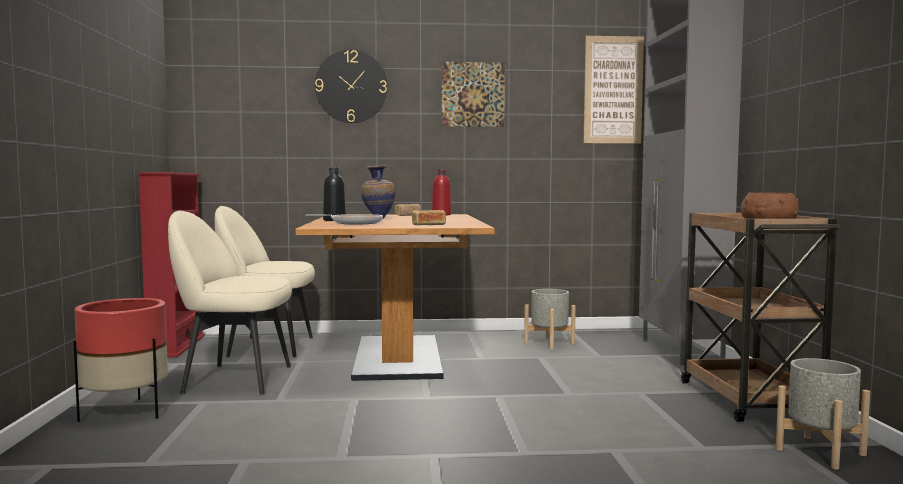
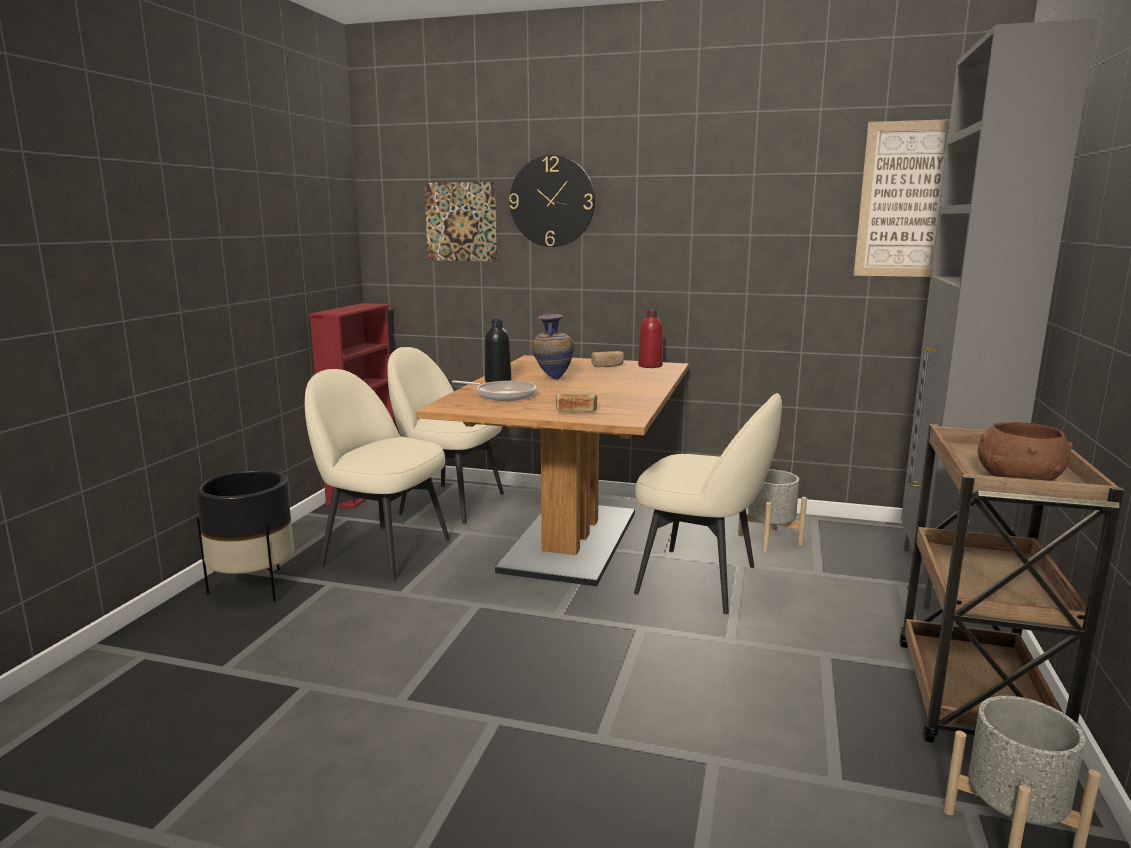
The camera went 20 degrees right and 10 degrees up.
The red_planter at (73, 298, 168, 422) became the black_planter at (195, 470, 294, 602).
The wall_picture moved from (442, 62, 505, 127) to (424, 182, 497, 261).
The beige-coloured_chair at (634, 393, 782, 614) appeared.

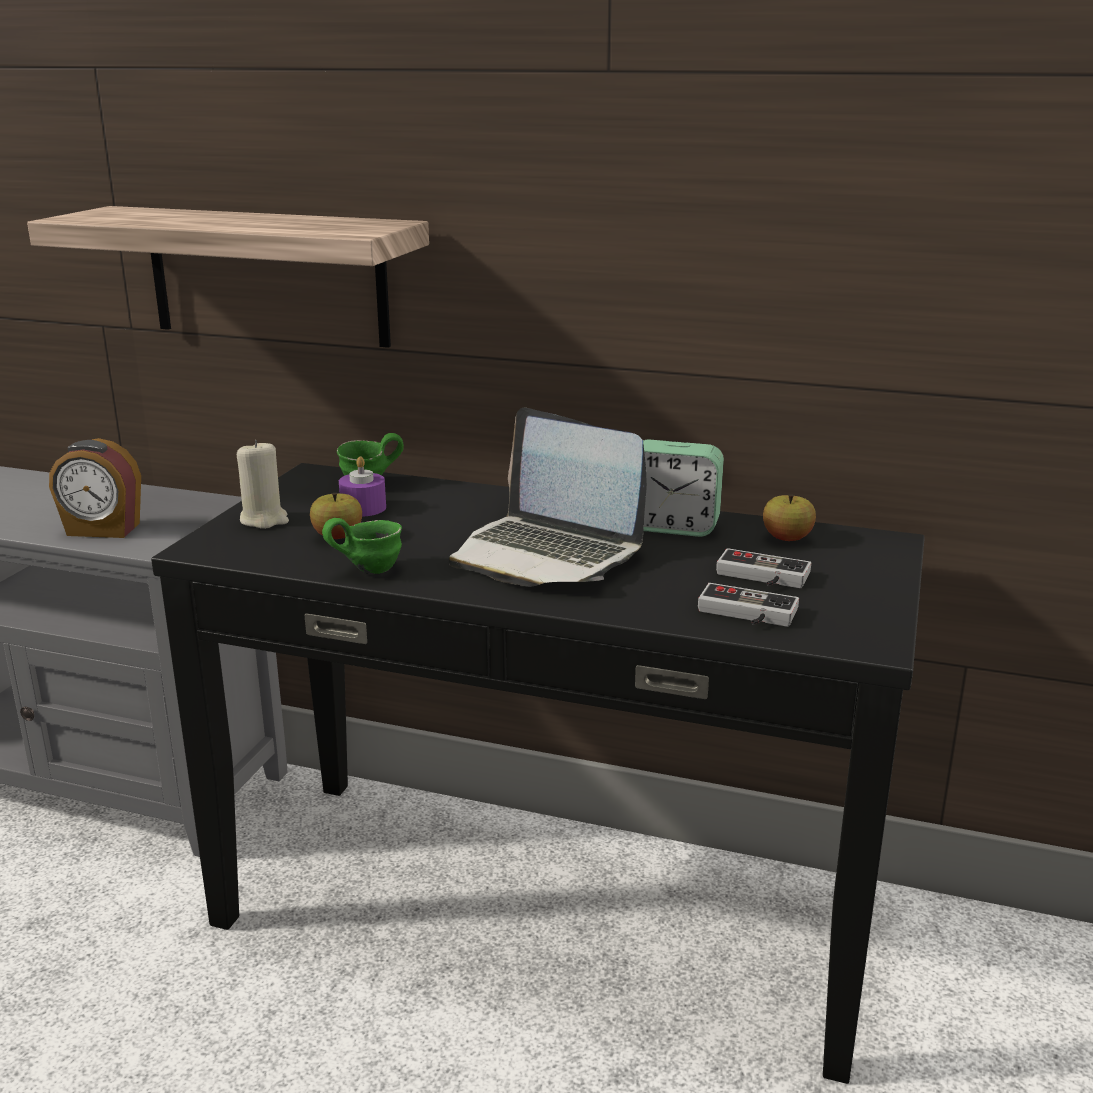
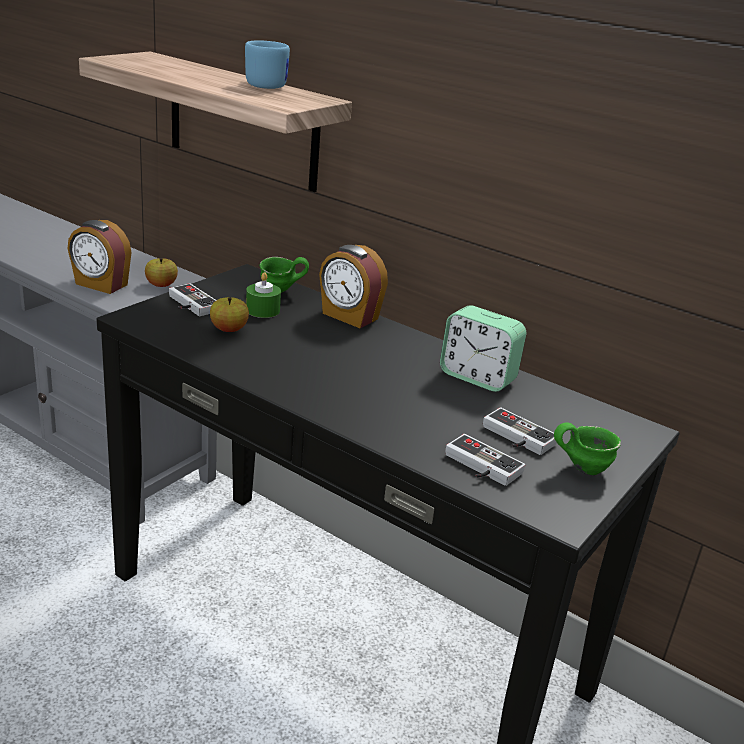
The camera went 15 degrees right and 5 degrees up.
The apple_fruit moved from (763, 494, 816, 541) to (145, 258, 178, 287).
The beige-coloured_wax_candle at (237, 440, 289, 529) was replaced by the joypad at (169, 283, 216, 316).
The blue-coloured_mug at (245, 40, 290, 89) appeared.
The purple-coloured_wax_candle at (339, 456, 386, 517) became the greenish_wax_candle at (246, 272, 281, 318).
The alarm_clock at (319, 245, 388, 328) appeared.
The greenish_mug moved from (322, 518, 402, 574) to (554, 422, 621, 475).
The laptop at (449, 407, 647, 587) disappeared.

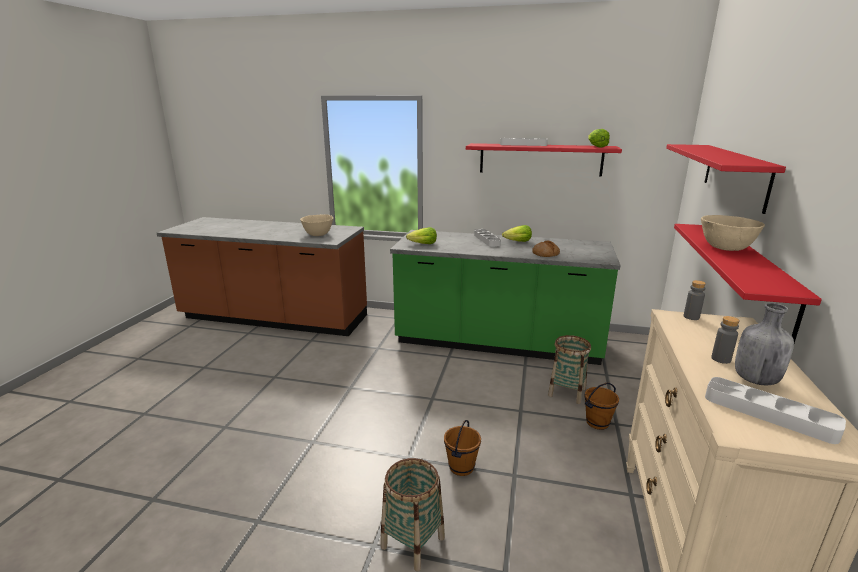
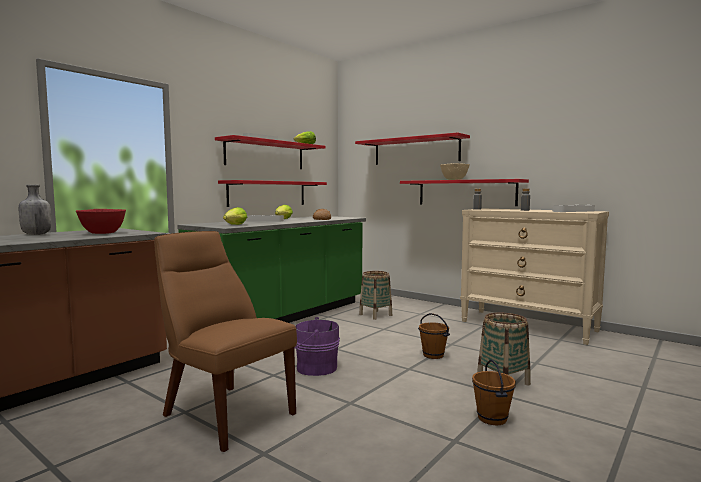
The camera went 65 degrees left and 15 degrees down.
The greyish_bottle moved from (735, 303, 794, 385) to (19, 185, 51, 235).
The beige-coloured_deep_dish at (300, 214, 334, 236) became the red_deep_dish at (76, 209, 126, 234).
The brown-coloured_chair at (154, 231, 297, 452) appeared.
The red_bracket_shelf at (218, 180, 327, 207) appeared.
The purple-coloured_water_bucket at (294, 317, 340, 376) appeared.
The brown-coloured_water_bucket moved from (584, 383, 619, 430) to (472, 360, 516, 425).

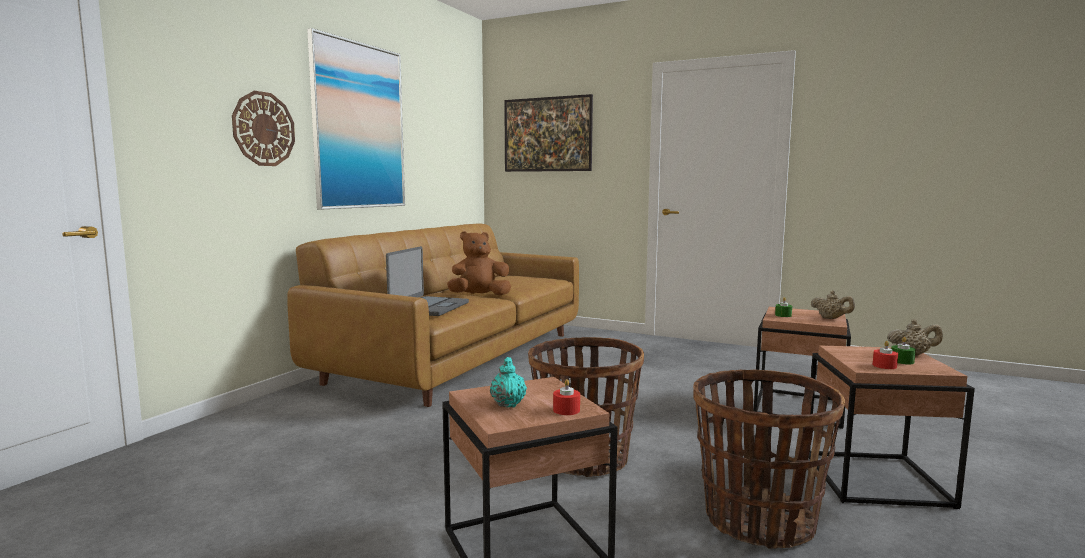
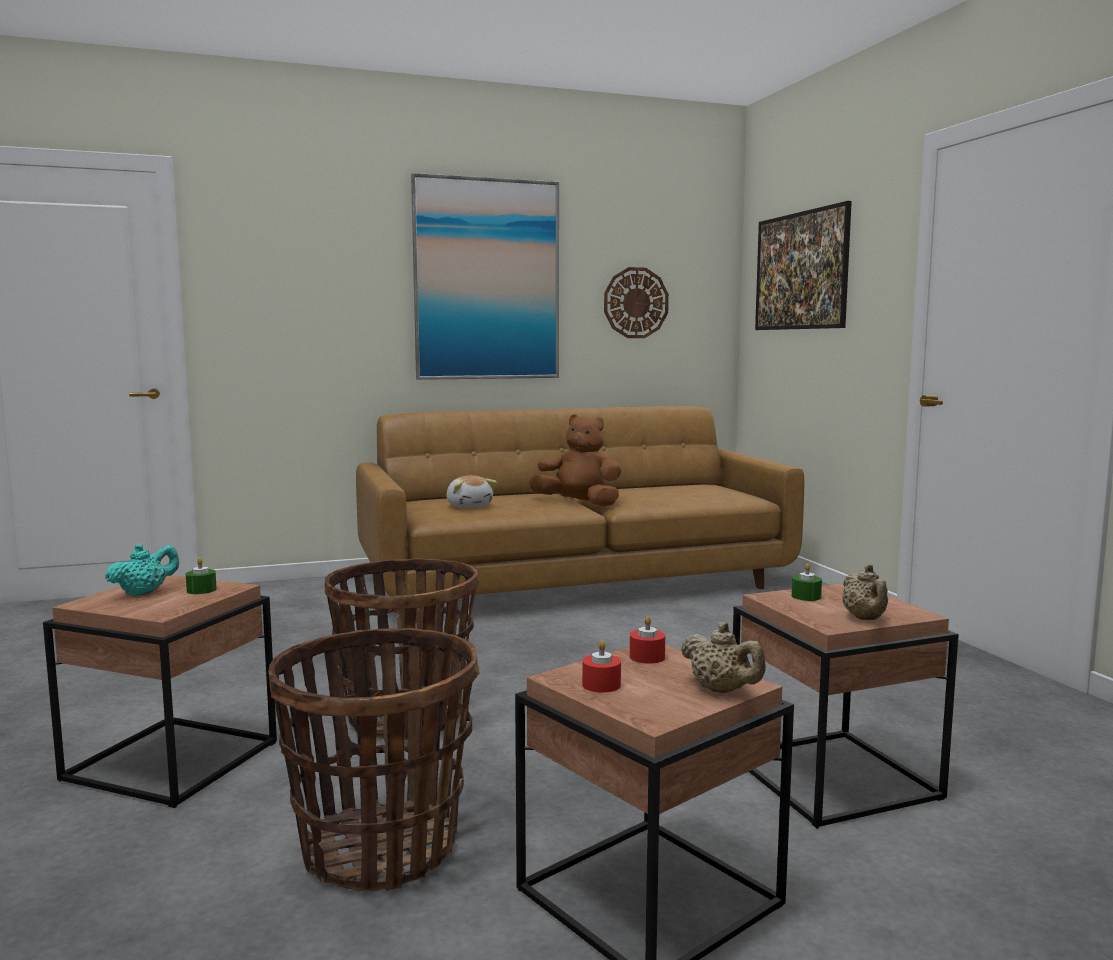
The camera went 45 degrees right and 0 degrees up.
The greenish_wax_candle moved from (891, 337, 916, 364) to (186, 558, 217, 594).
The laptop at (386, 246, 469, 316) was replaced by the plush_toy at (446, 475, 497, 508).
The wall_clock moved from (232, 91, 295, 166) to (604, 267, 669, 338).
The red_wax_candle moved from (553, 379, 580, 415) to (630, 616, 665, 664).

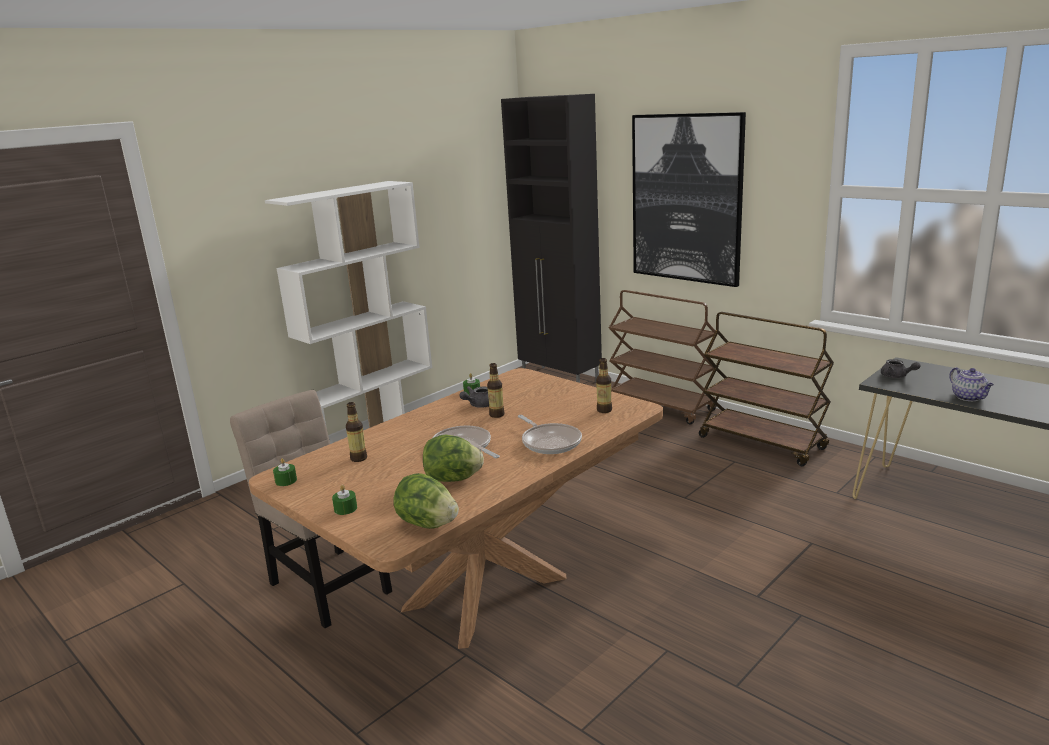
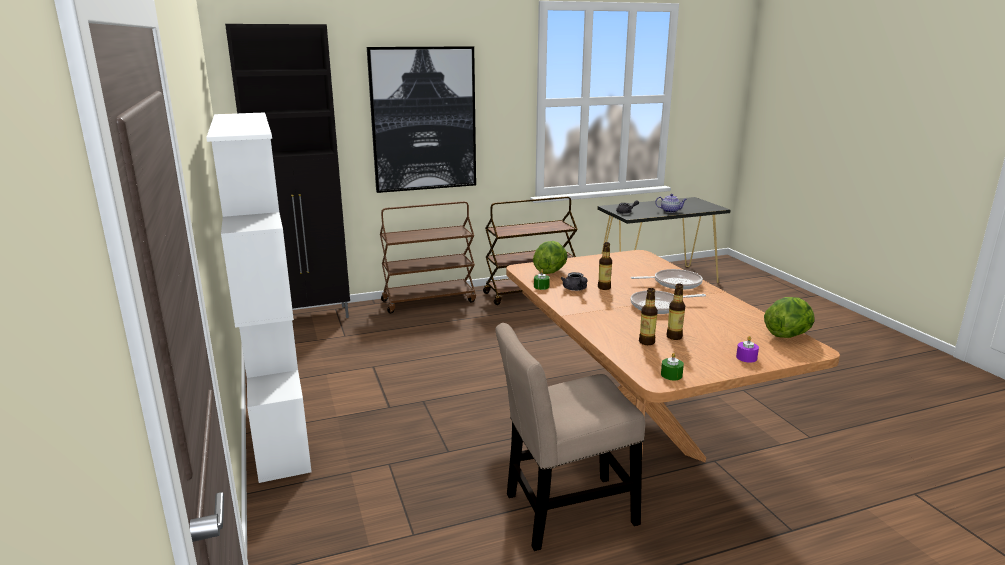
The camera went 65 degrees left and 0 degrees up.
The lettuce moved from (423, 435, 484, 482) to (533, 241, 568, 274).
The bottle moved from (596, 358, 612, 413) to (666, 283, 685, 340).
The greenish_wax_candle at (332, 485, 357, 515) became the purple-coloured_wax_candle at (736, 336, 759, 363).

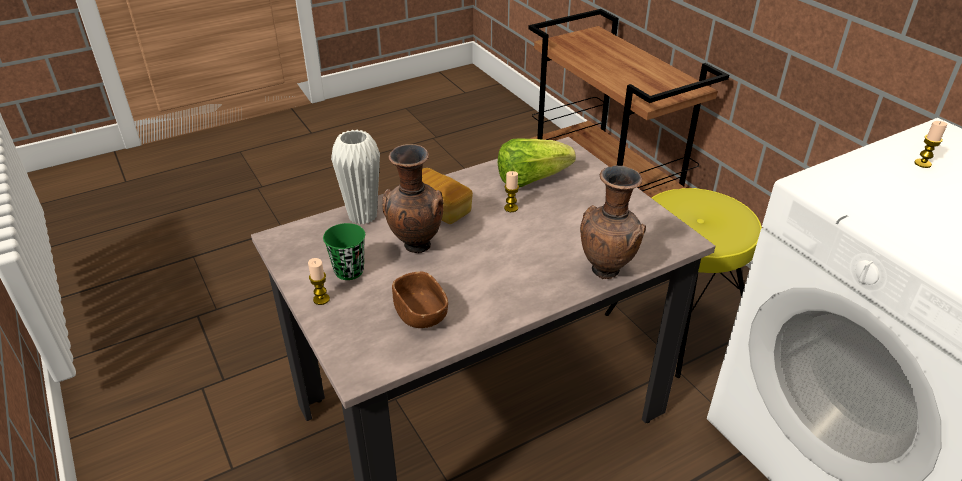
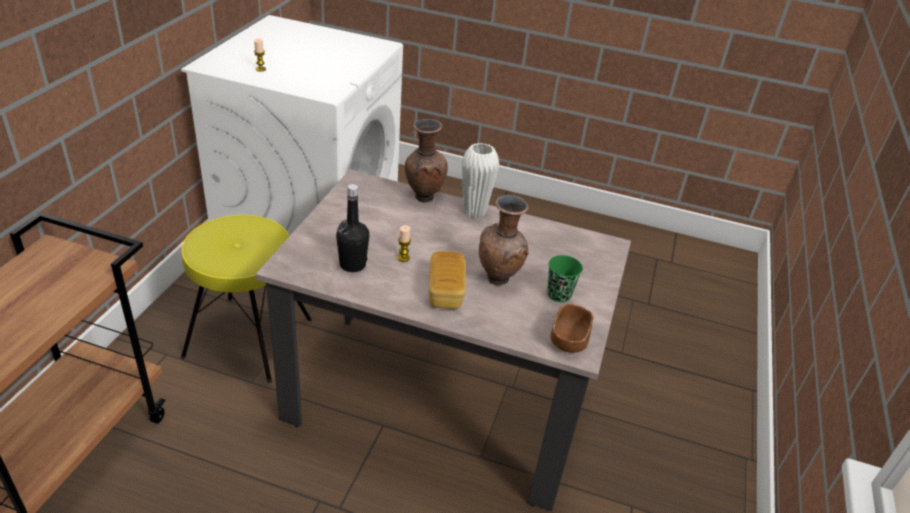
The camera went 135 degrees left and 0 degrees up.
The lettuce at (498, 138, 576, 187) was replaced by the black_bottle at (336, 184, 369, 272).
The white_decorative_vase moved from (331, 130, 380, 224) to (461, 143, 499, 218).
The brown-coloured_deep_dish moved from (392, 271, 448, 328) to (550, 304, 593, 353).
The wax_candle at (308, 258, 330, 305) disappeared.

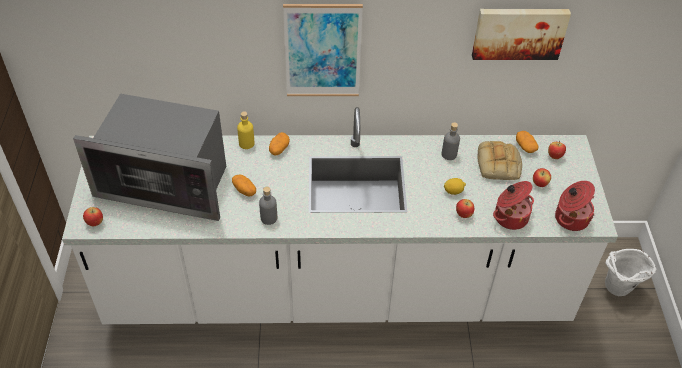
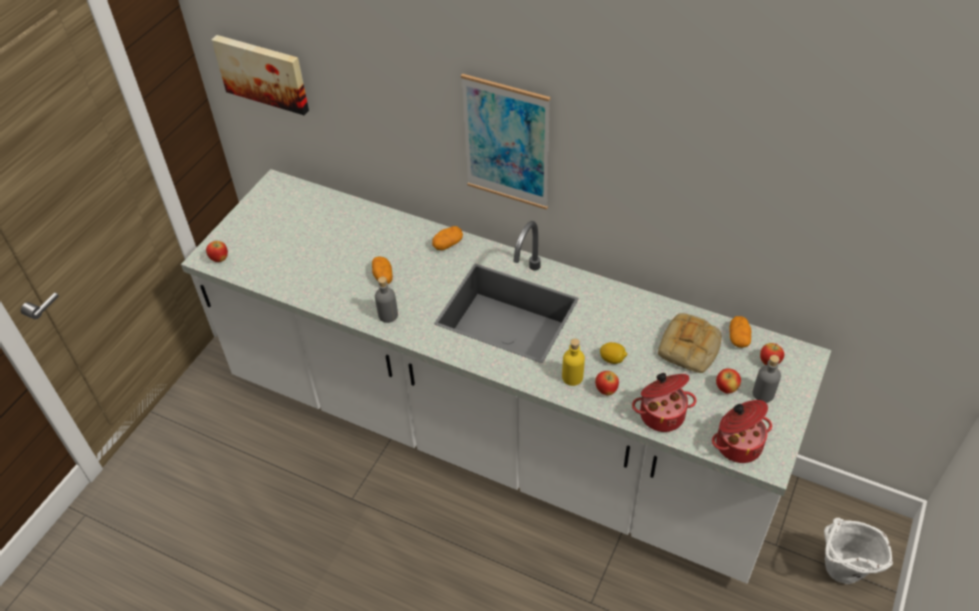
The camera went 30 degrees right and 0 degrees up.
The wall_picture moved from (472, 9, 571, 60) to (211, 35, 309, 115).
The yellowish_bottle moved from (237, 111, 254, 149) to (562, 339, 585, 386).
The greyish_bottle moved from (442, 123, 460, 160) to (753, 355, 781, 403).
The microwave at (73, 94, 226, 221) disappeared.

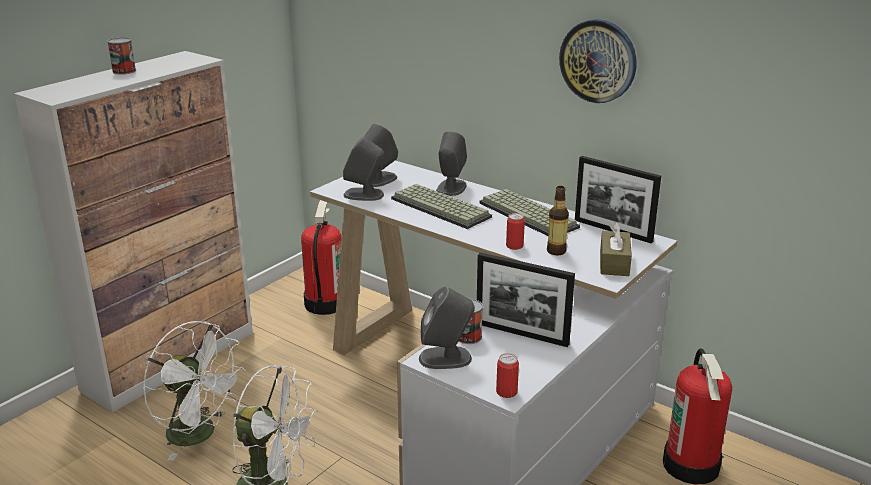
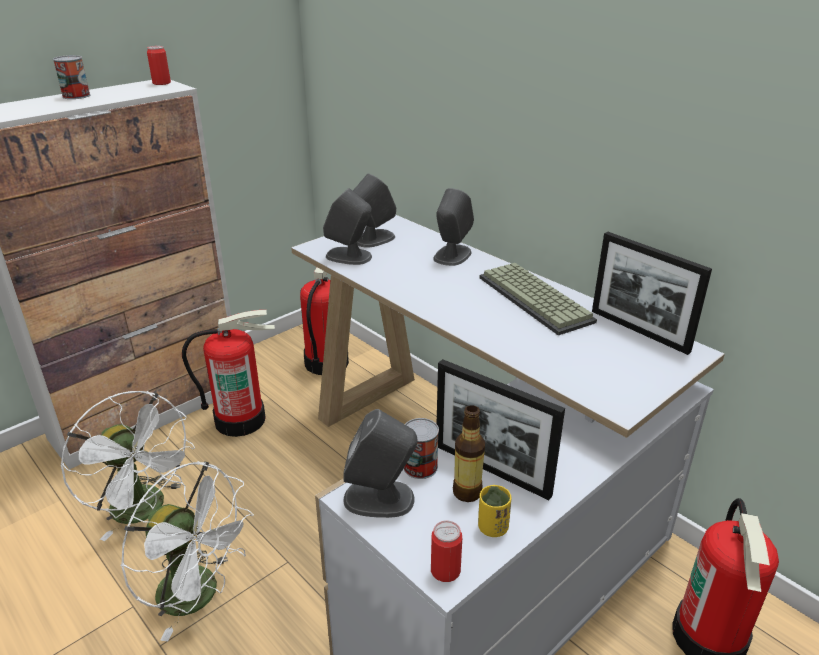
The camera went 10 degrees right and 5 degrees up.
The metal_can moved from (506, 213, 525, 250) to (147, 46, 171, 85).
The fire-fighting_cylinder at (182, 310, 275, 437) appeared.
The bottle moved from (547, 186, 569, 255) to (453, 405, 485, 502).
The yellowish_small_cup at (478, 485, 512, 537) appeared.
The keyboard at (391, 184, 492, 229) disappeared.
The wall_clock at (559, 19, 636, 103) disappeared.
The brown-coloured_tissue_box at (600, 222, 632, 276) disappeared.

